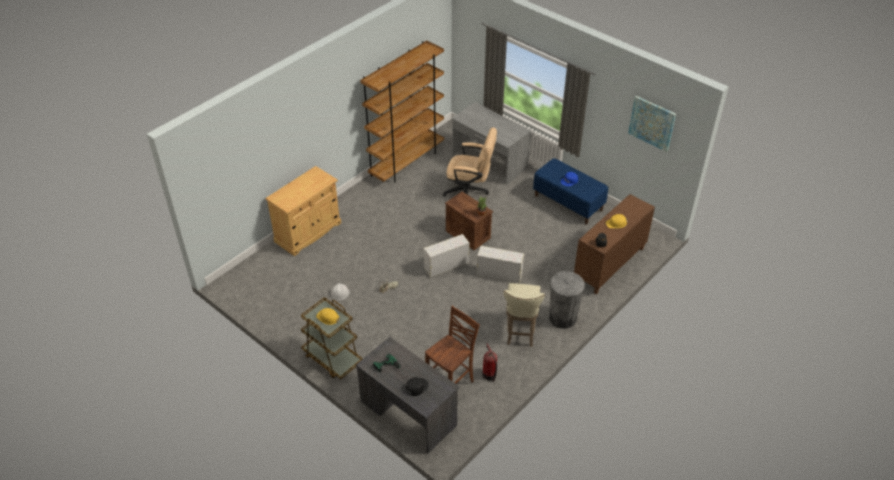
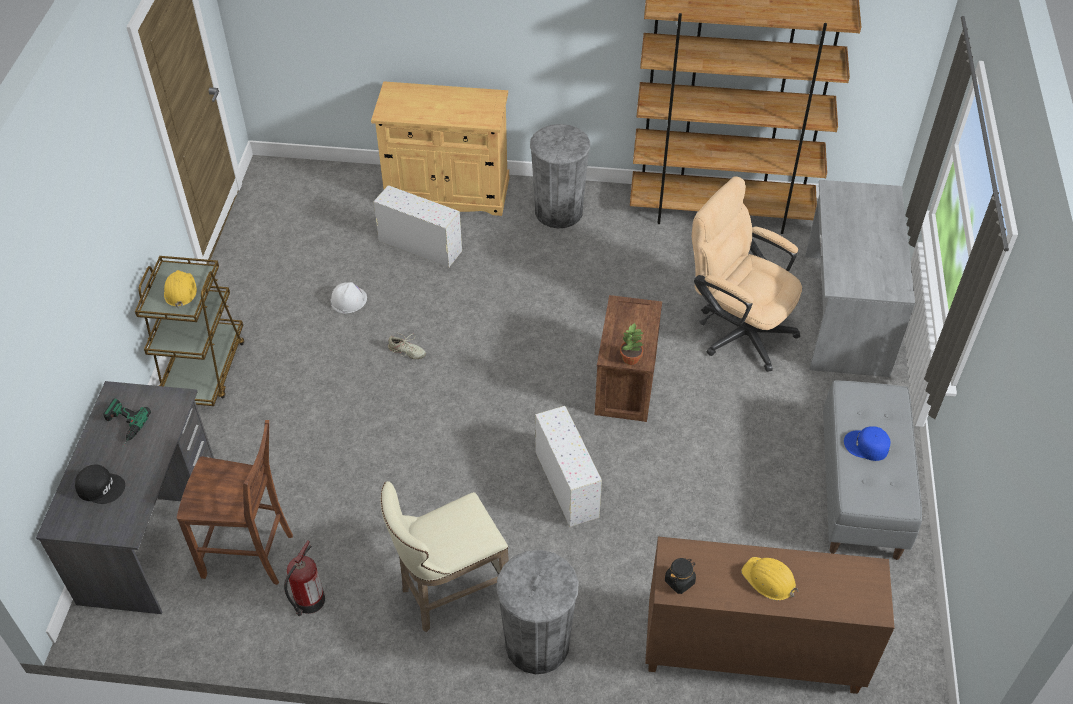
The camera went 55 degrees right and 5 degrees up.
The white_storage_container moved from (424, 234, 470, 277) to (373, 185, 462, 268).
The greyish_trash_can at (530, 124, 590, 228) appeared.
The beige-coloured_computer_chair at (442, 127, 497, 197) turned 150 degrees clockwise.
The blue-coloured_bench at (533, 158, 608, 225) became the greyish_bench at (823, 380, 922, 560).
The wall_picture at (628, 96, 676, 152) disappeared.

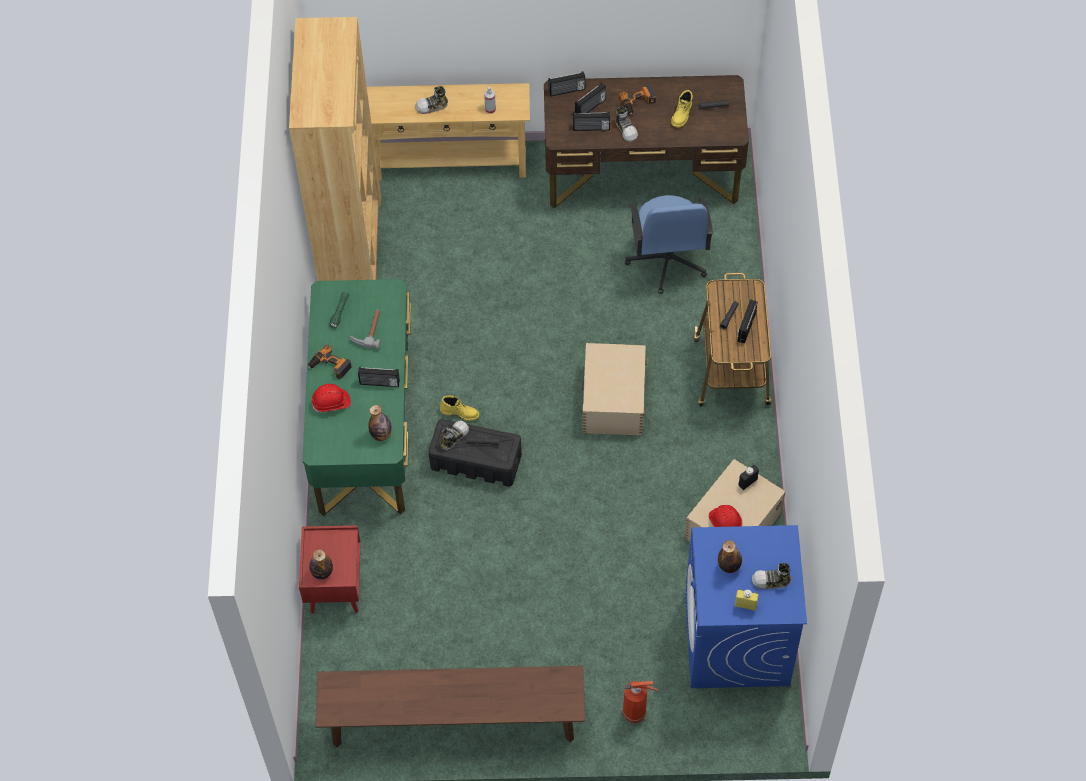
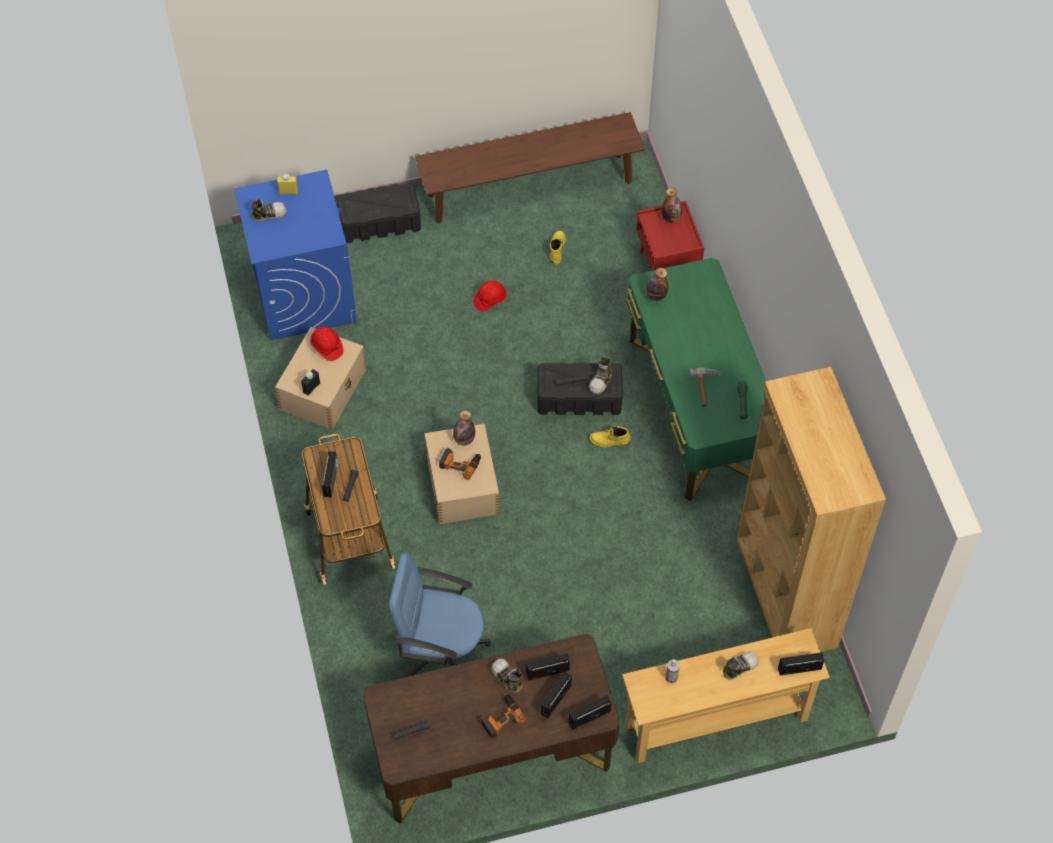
The camera went 165 degrees right and 0 degrees up.
The fire-fighting_cylinder at (623, 681, 658, 723) was replaced by the black_storage_container at (336, 183, 421, 243).
The blue-coloured_computer_chair at (625, 195, 713, 294) turned 60 degrees counterclockwise.
The drill moved from (308, 345, 352, 379) to (439, 448, 481, 480).
The bottle moved from (718, 540, 742, 573) to (453, 411, 475, 445).
The red_hard_hat moved from (312, 384, 351, 412) to (473, 280, 507, 311).
The yellowish_high-top_boot moved from (671, 90, 693, 128) to (550, 231, 566, 264).
The radio moved from (358, 366, 400, 387) to (778, 652, 824, 676).

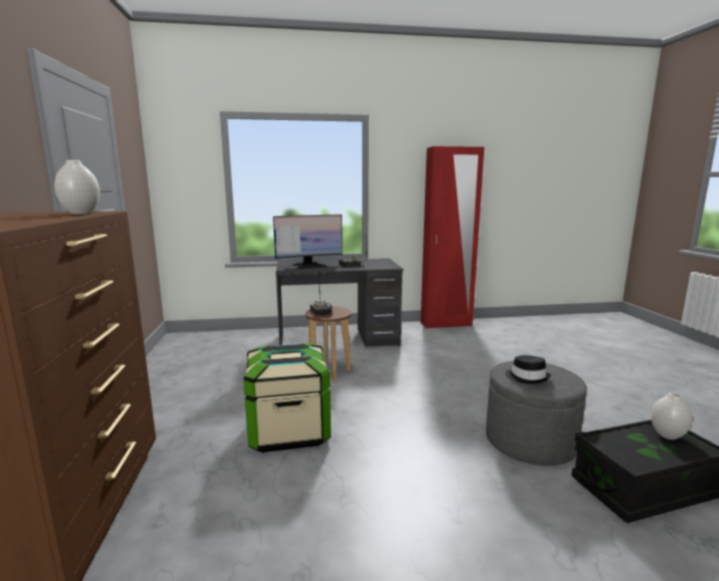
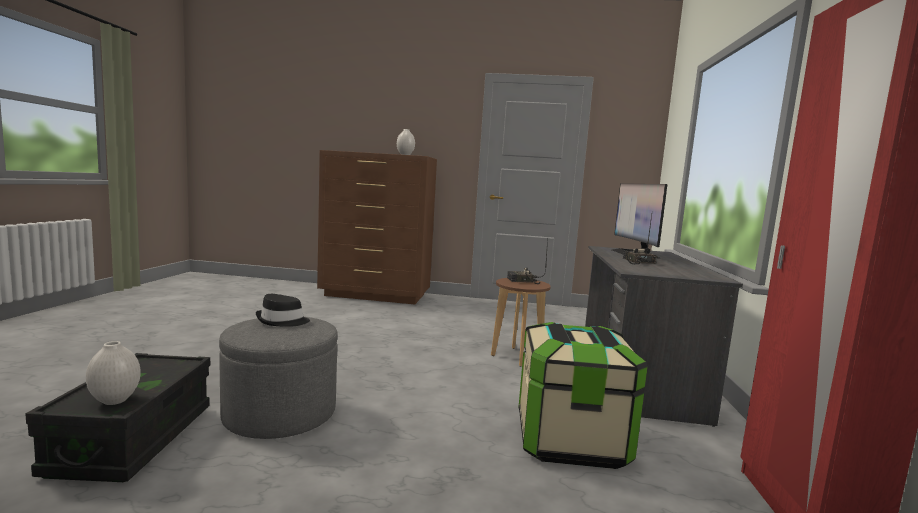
The camera went 105 degrees right and 5 degrees down.
The storage_container moved from (244, 343, 331, 453) to (518, 322, 648, 469).

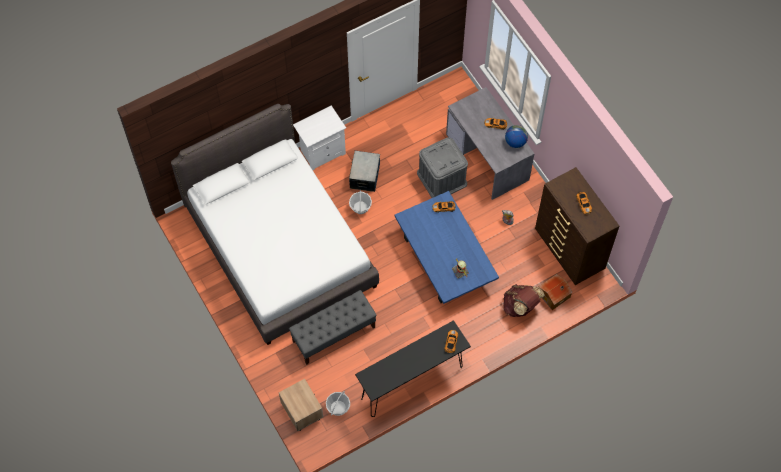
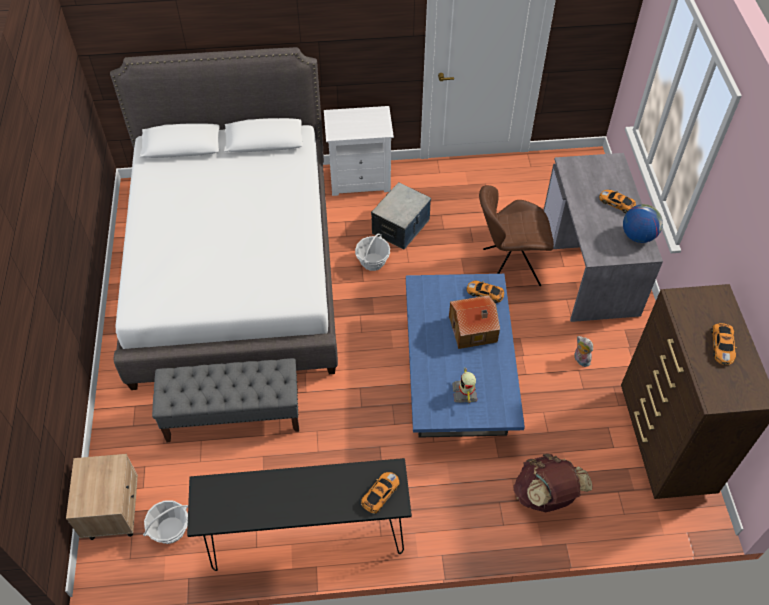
The camera went 25 degrees right and 10 degrees down.
The model_house moved from (538, 274, 572, 310) to (449, 295, 500, 349).
The greyish_storage_container at (417, 137, 468, 198) was replaced by the brown-coloured_chair at (479, 185, 554, 286).

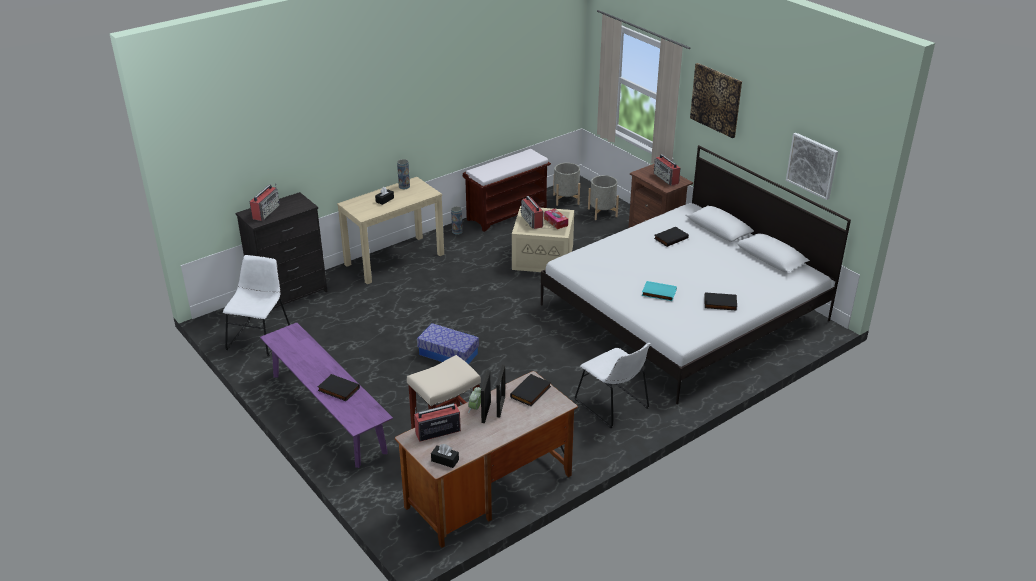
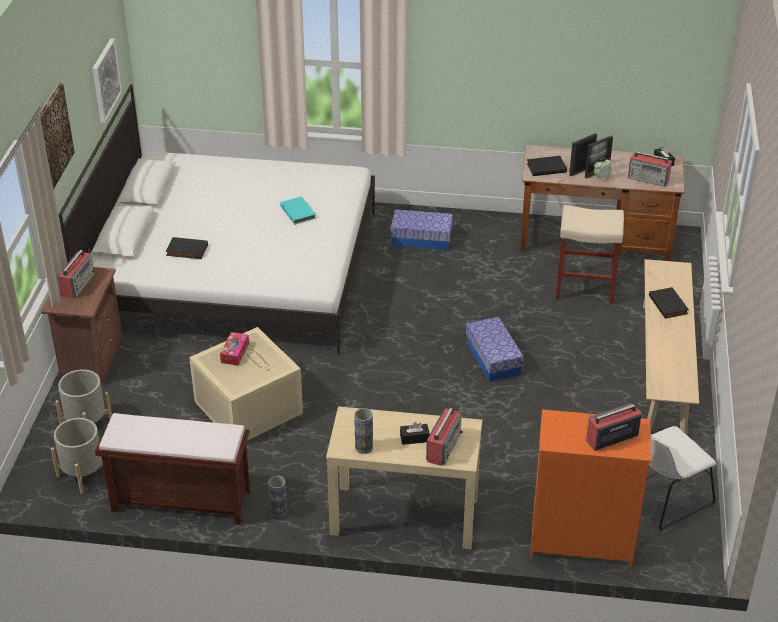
The camera went 135 degrees left and 5 degrees up.
The white_chair at (575, 343, 650, 428) was replaced by the storage_container at (391, 209, 453, 250).
The radio moved from (520, 196, 543, 229) to (426, 408, 463, 466).
The black_chest_of_drawers at (236, 192, 327, 315) became the orange-coloured_chest_of_drawers at (530, 409, 651, 567).
The purple-coloured_bench at (260, 323, 393, 468) became the beige-coloured_bench at (643, 259, 699, 435).
The black_bound_book at (704, 292, 737, 311) disappeared.

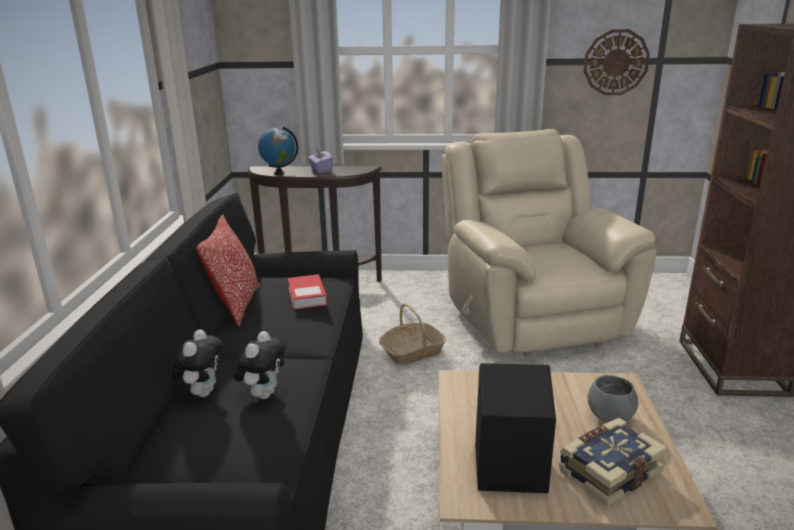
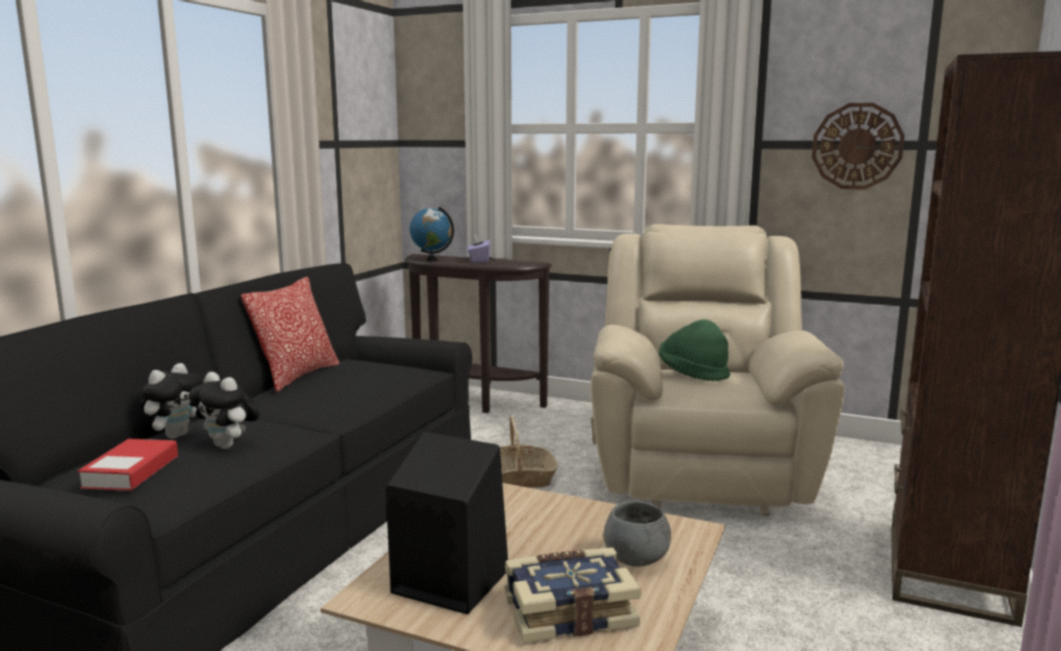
The camera went 20 degrees right and 10 degrees down.
The bound_book moved from (288, 274, 327, 310) to (78, 439, 178, 491).
The plush_toy at (234, 331, 285, 399) turned 90 degrees clockwise.
The greenish_clothing_hat at (659, 319, 730, 382) appeared.

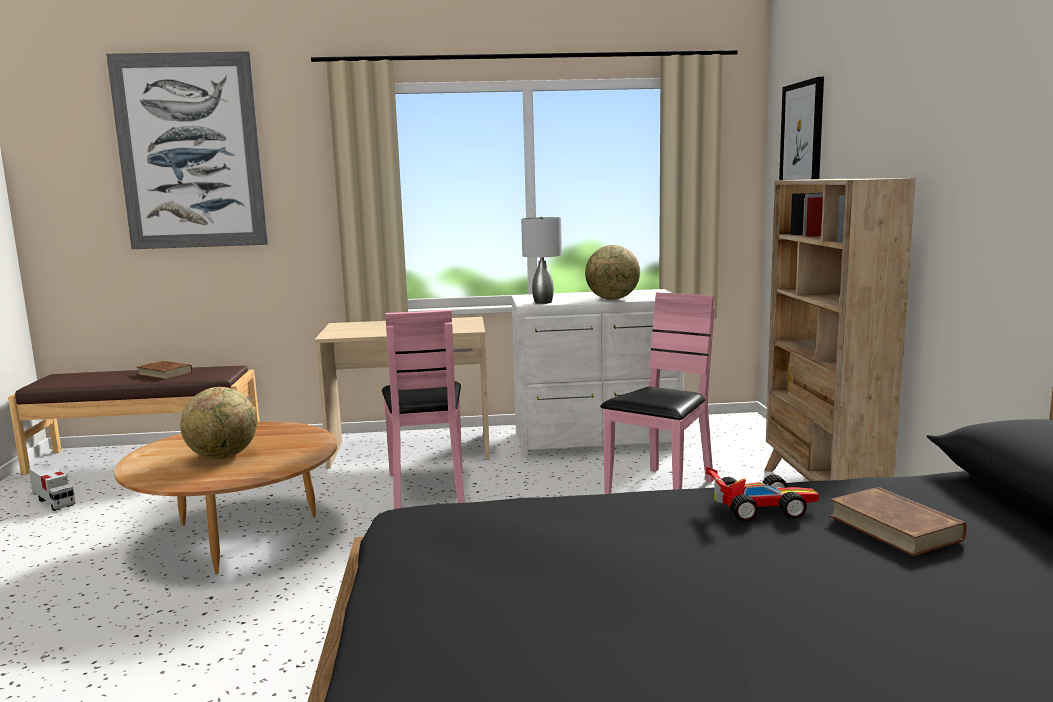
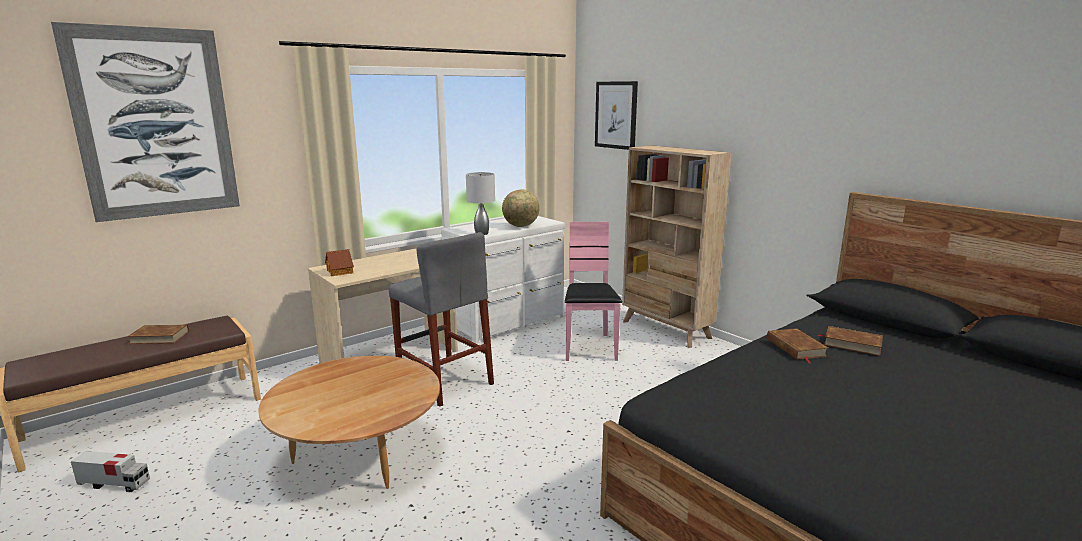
The camera went 35 degrees left and 5 degrees up.
The model_house at (325, 249, 354, 276) appeared.
The pink_chair at (382, 310, 465, 509) was replaced by the greyish_sitting_stool at (389, 232, 494, 407).
The miniature_car at (706, 467, 819, 521) was replaced by the brown-coloured_bound_book at (767, 328, 828, 363).
The world_globe at (180, 387, 257, 459) disappeared.

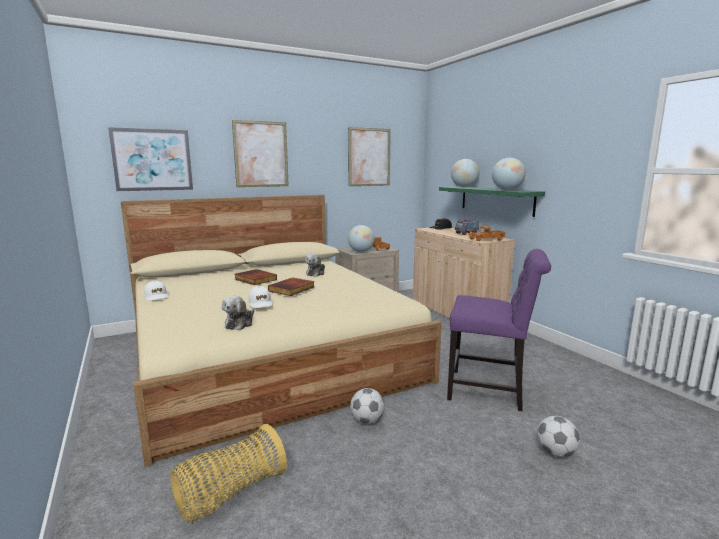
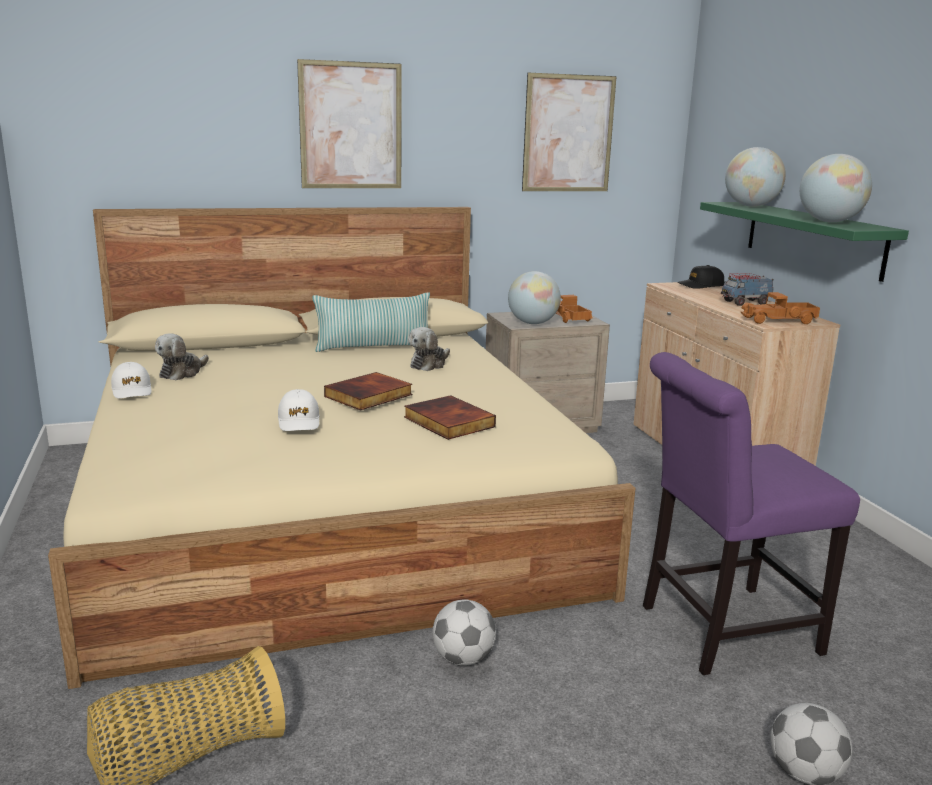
The camera went 10 degrees right and 5 degrees up.
The plush_toy moved from (222, 296, 254, 330) to (155, 333, 209, 380).
The throw_pillow at (313, 292, 430, 352) appeared.
The bound_book moved from (235, 269, 277, 285) to (404, 395, 496, 440).
The purple-coloured_chair at (447, 249, 551, 411) turned 135 degrees clockwise.
The wall_picture at (108, 127, 193, 191) disappeared.

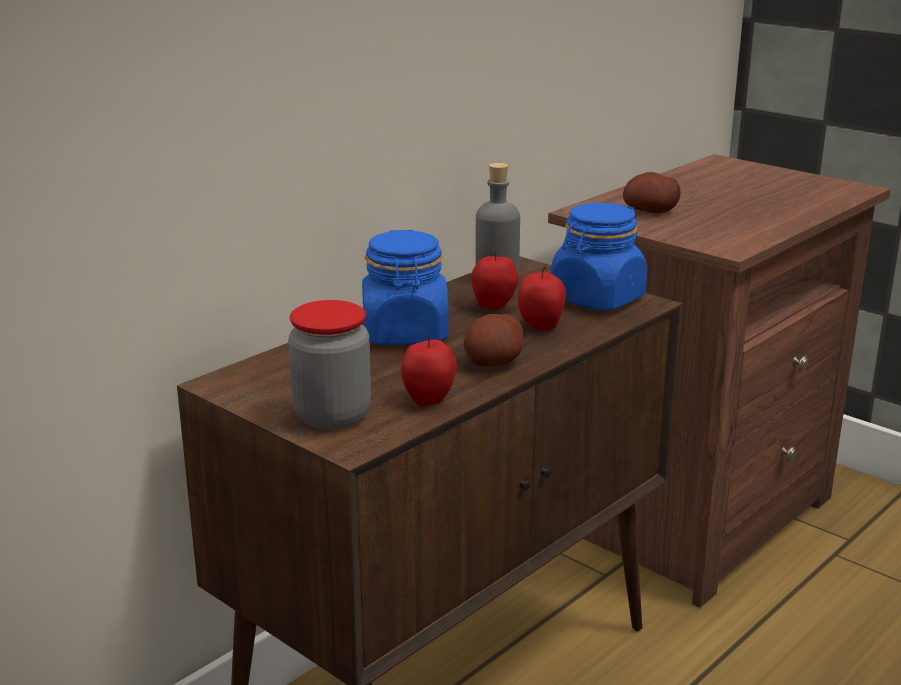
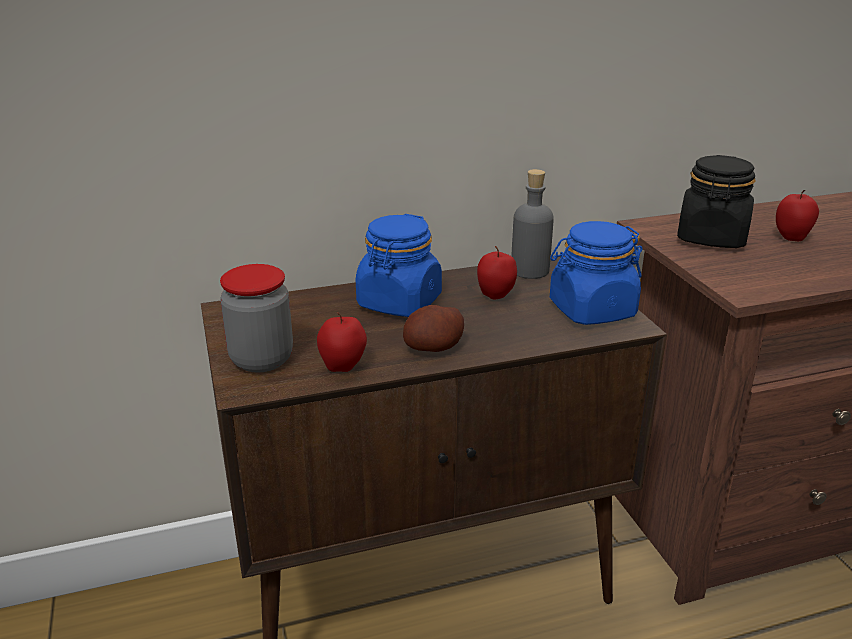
The camera went 30 degrees right and 5 degrees up.
The whole_potato at (623, 172, 681, 214) was replaced by the black_preserve_jar at (677, 155, 756, 248).
The apple_fruit moved from (518, 267, 566, 331) to (776, 190, 819, 241).

